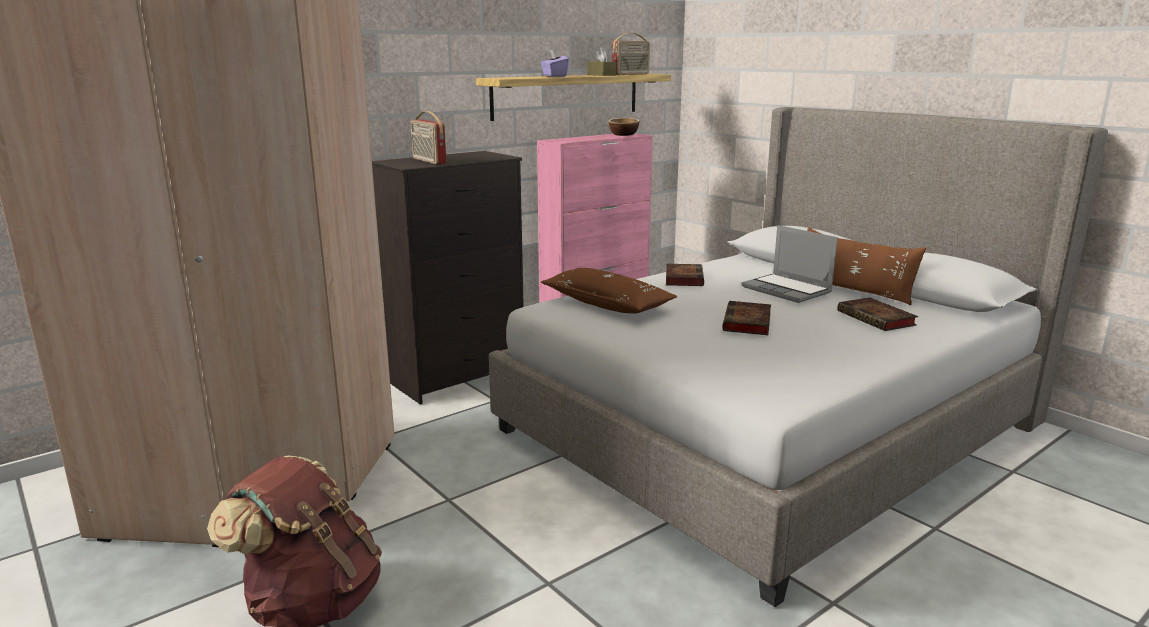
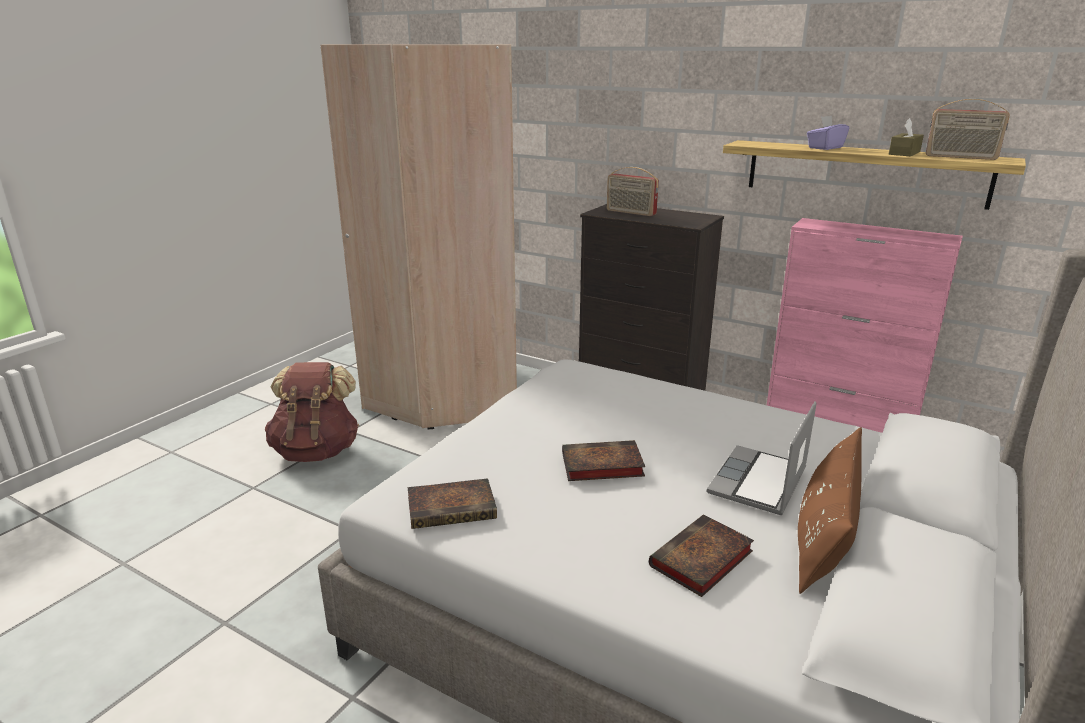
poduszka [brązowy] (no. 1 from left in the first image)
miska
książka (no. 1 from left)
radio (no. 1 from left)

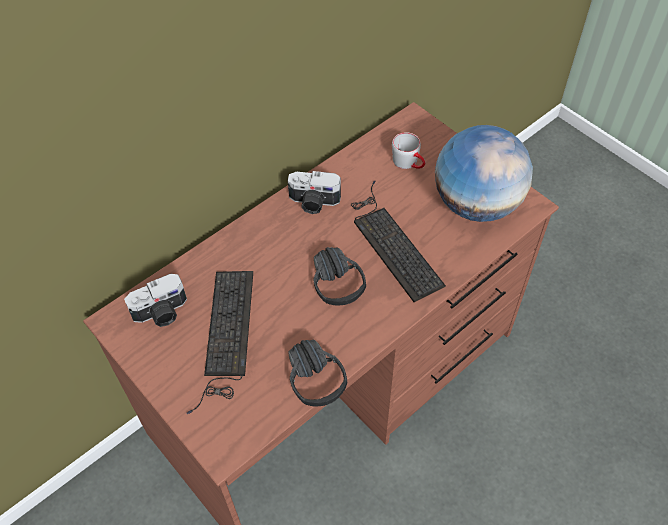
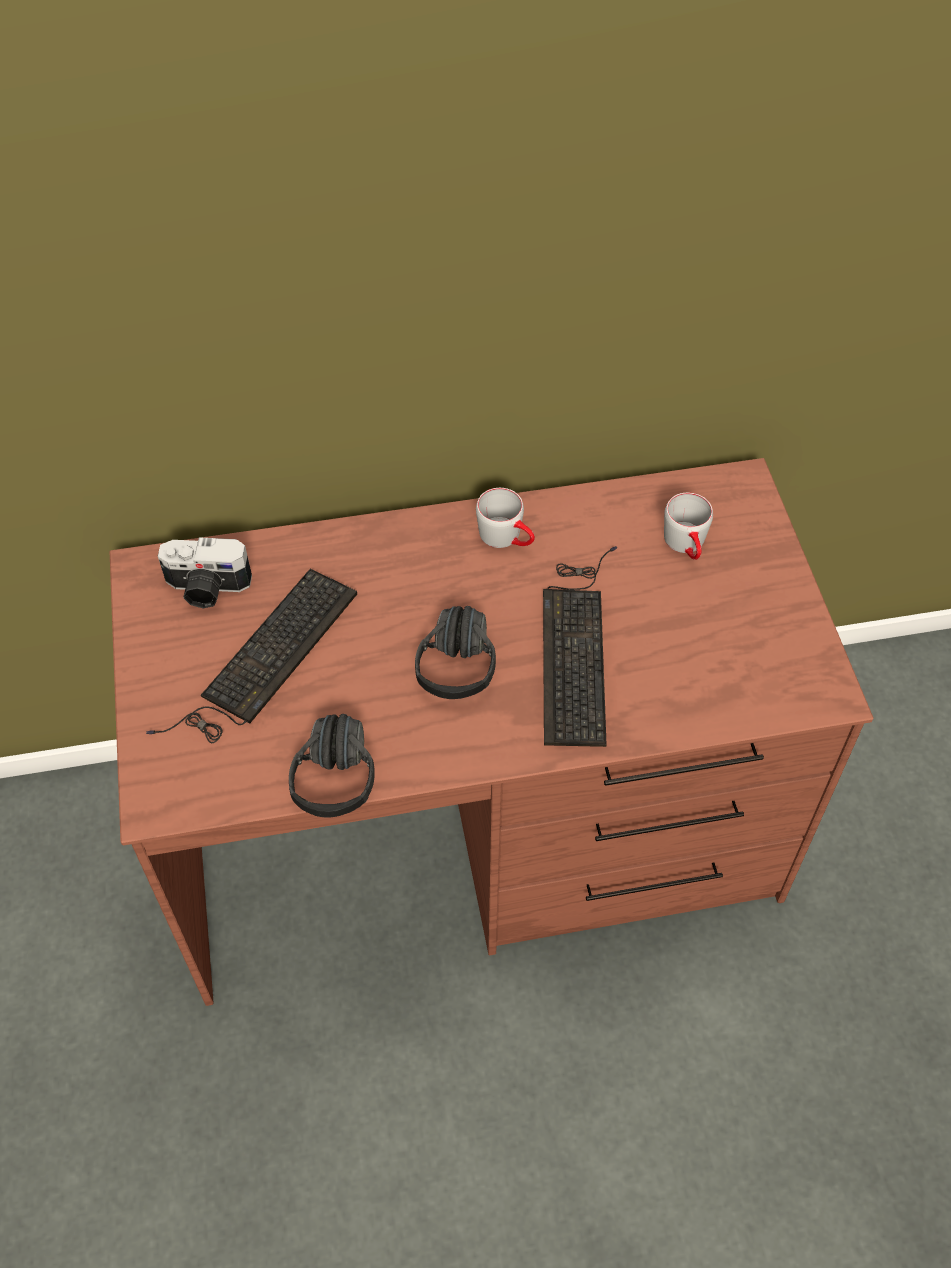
globus
kubek [szary] (no. 1 from left)

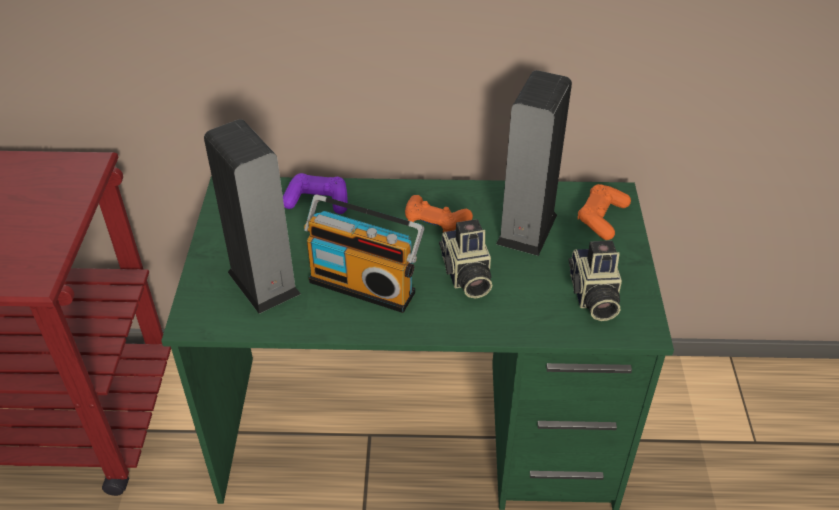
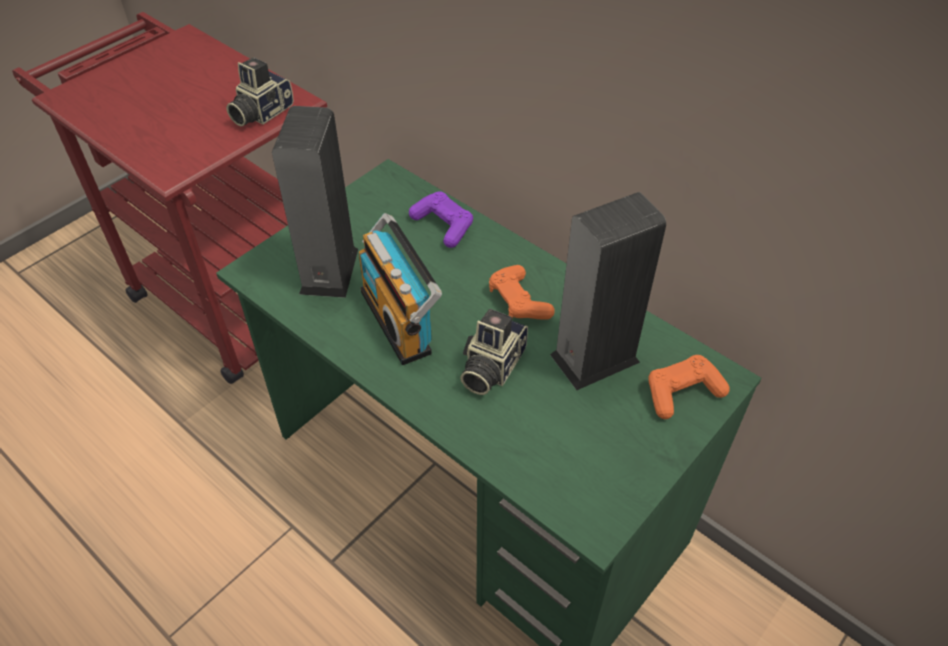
aparat fotograficzny (no. 1 from left)

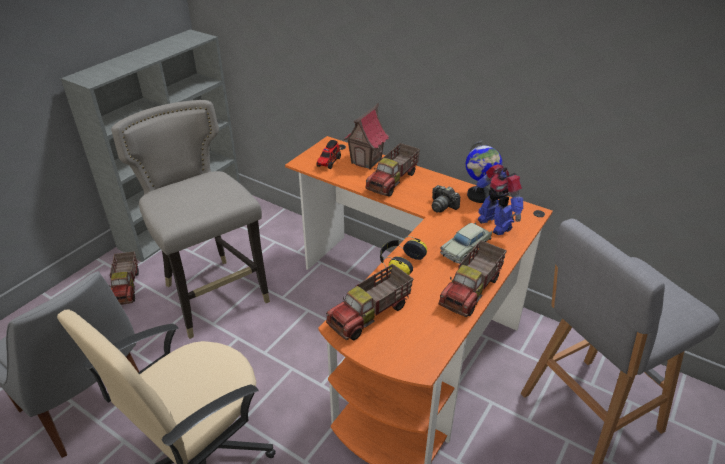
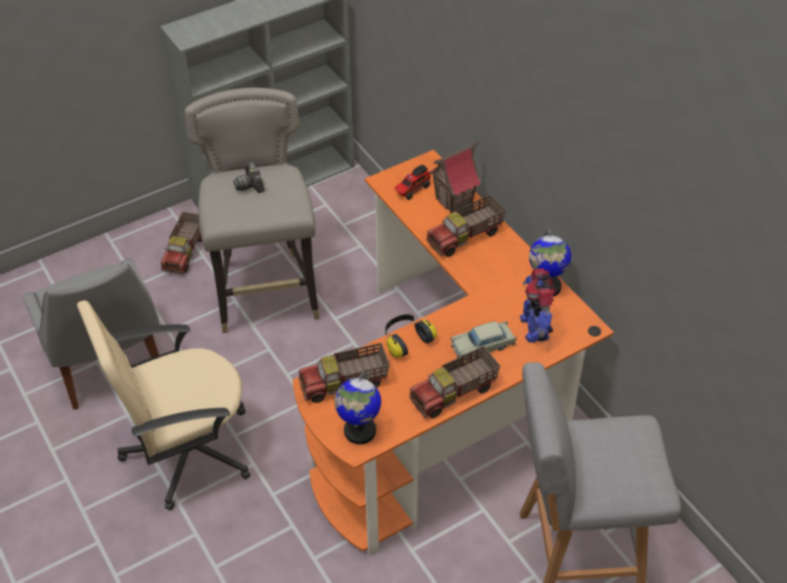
globus (no. 1 from left)
aparat fotograficzny

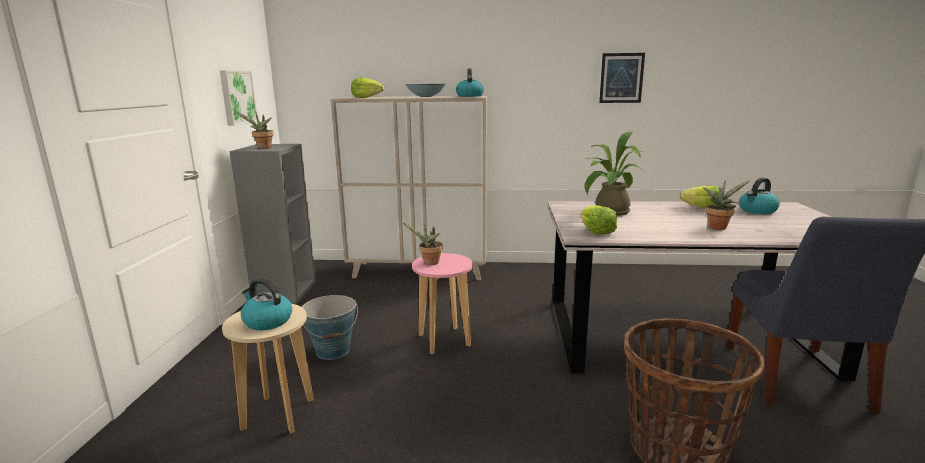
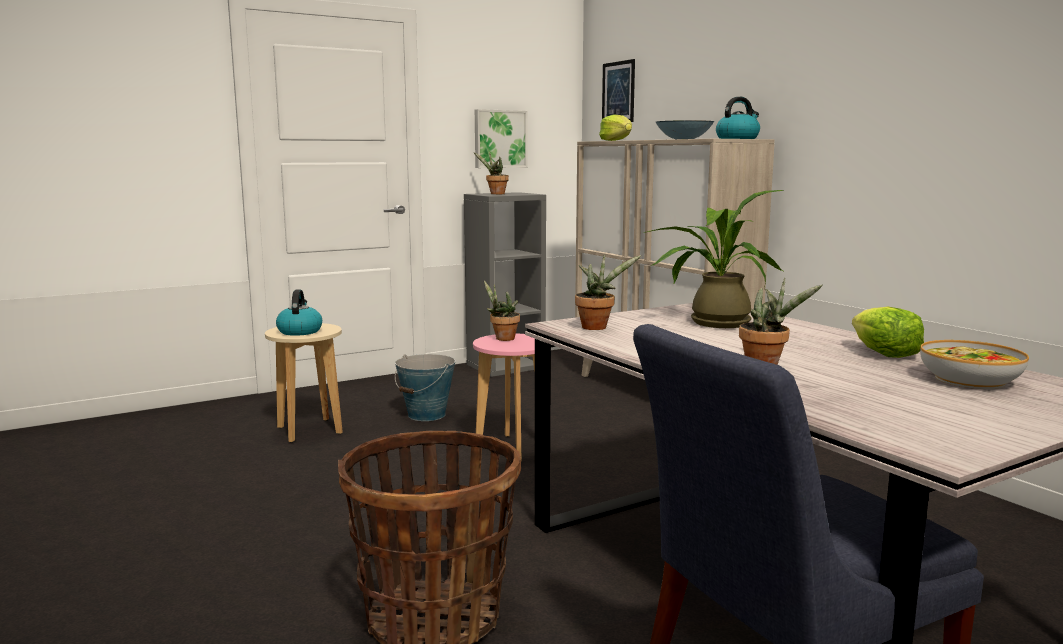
obraz (no. 2 from left)
roślina doniczkowa (no. 3 from left)
miska (no. 2 from left)

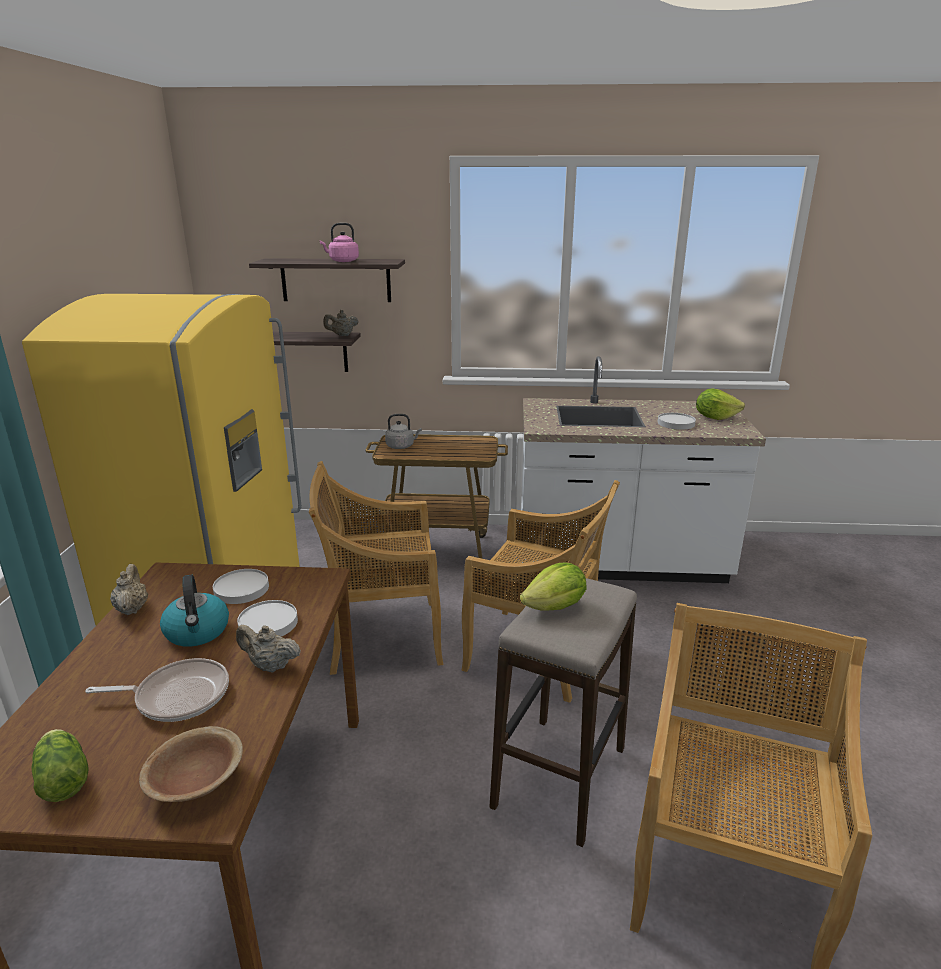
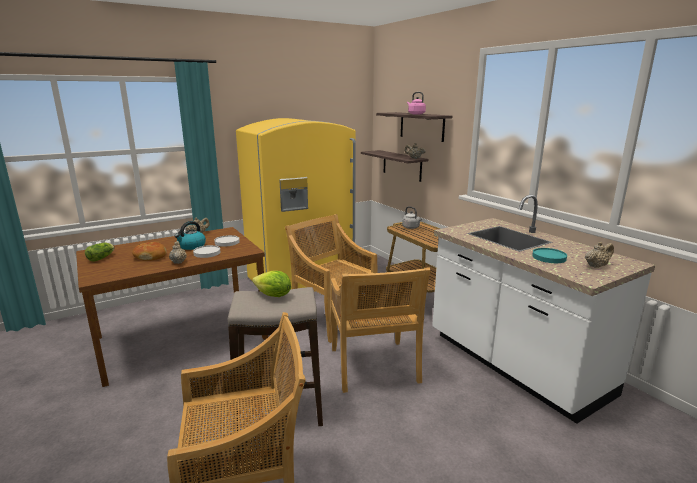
miska [brązowy]
chleb
imbryk [beżowy] (no. 4 from left)
talerz [turkusowy]

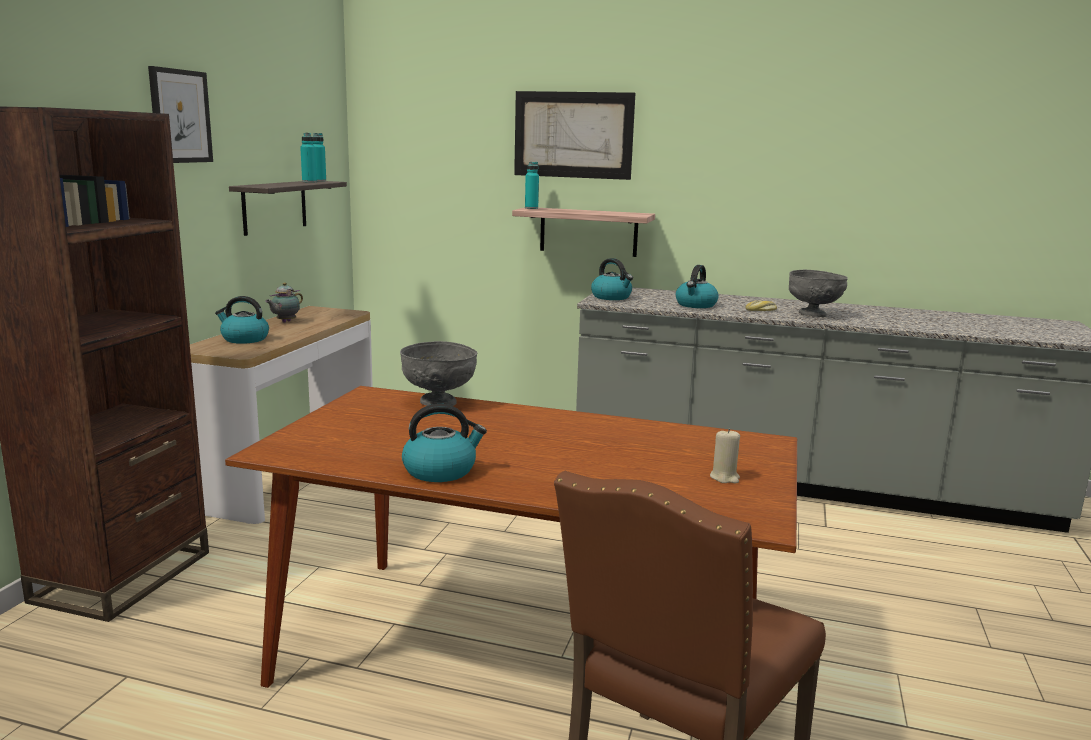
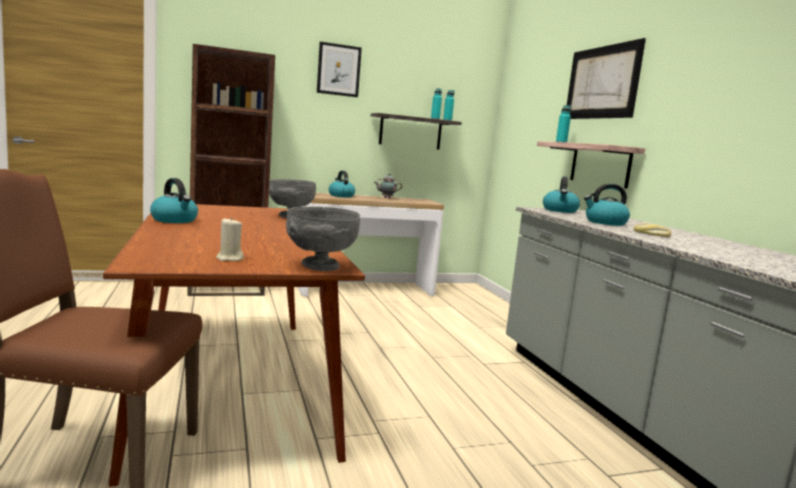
miska [szary] (no. 2 from left)

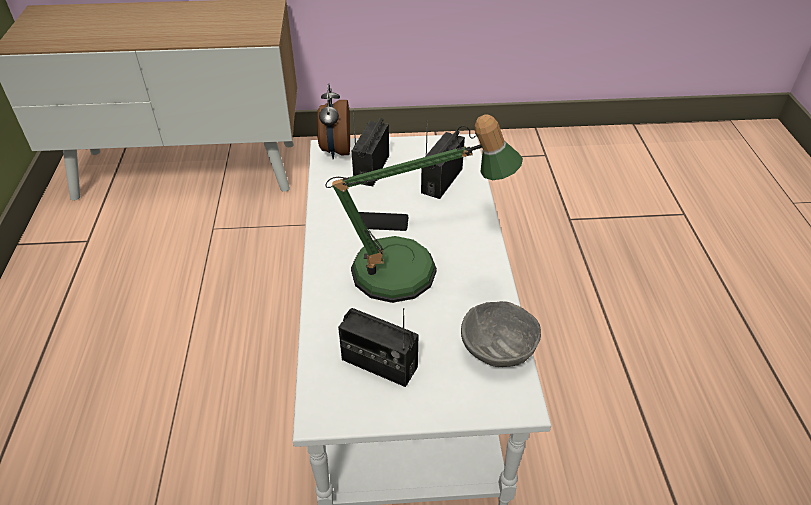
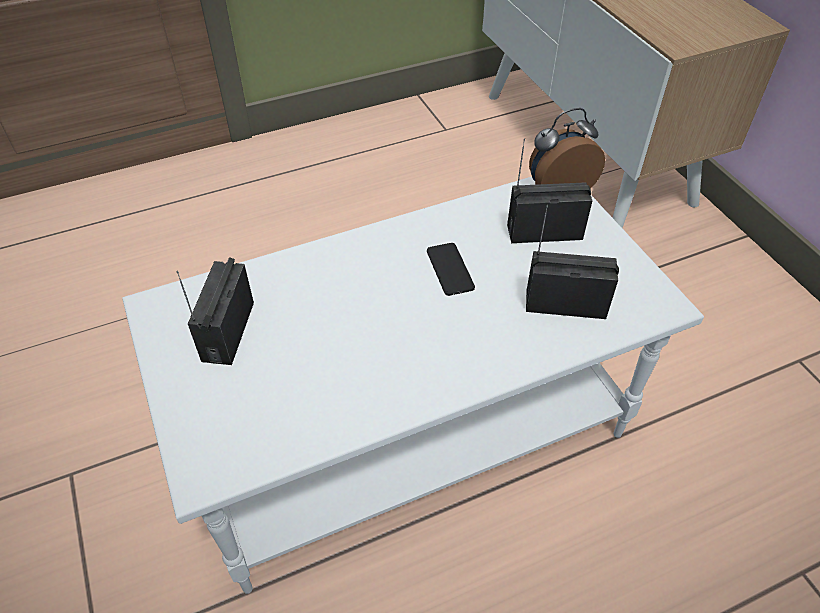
lampa stołowa
miska [szary]

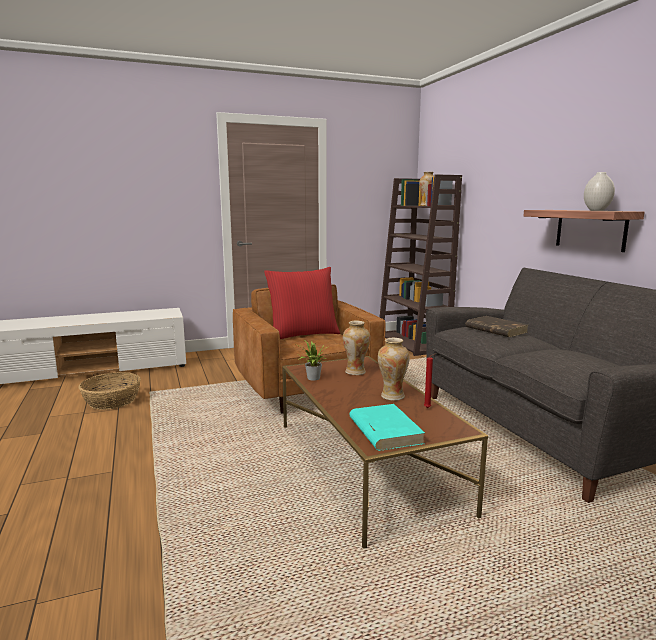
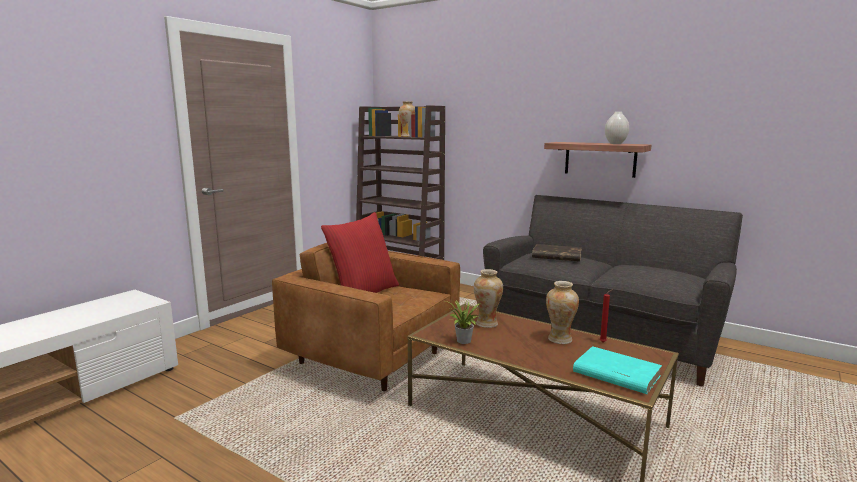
koszyk

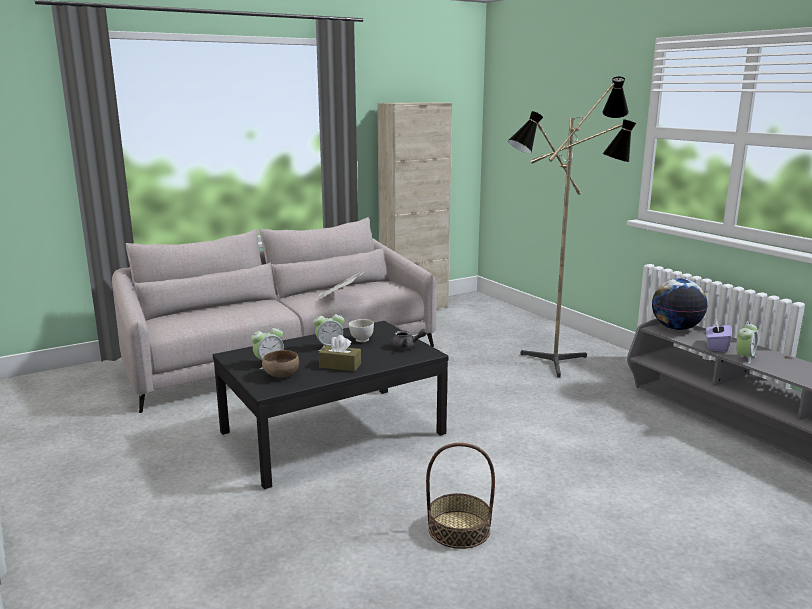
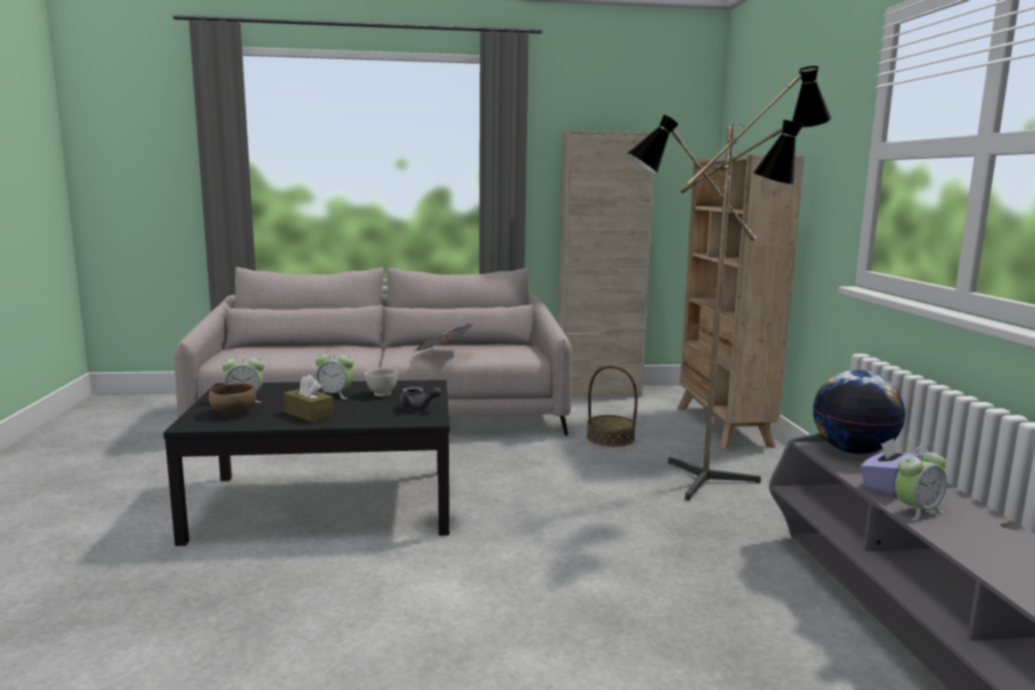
regał [beżowy]
koszyk

